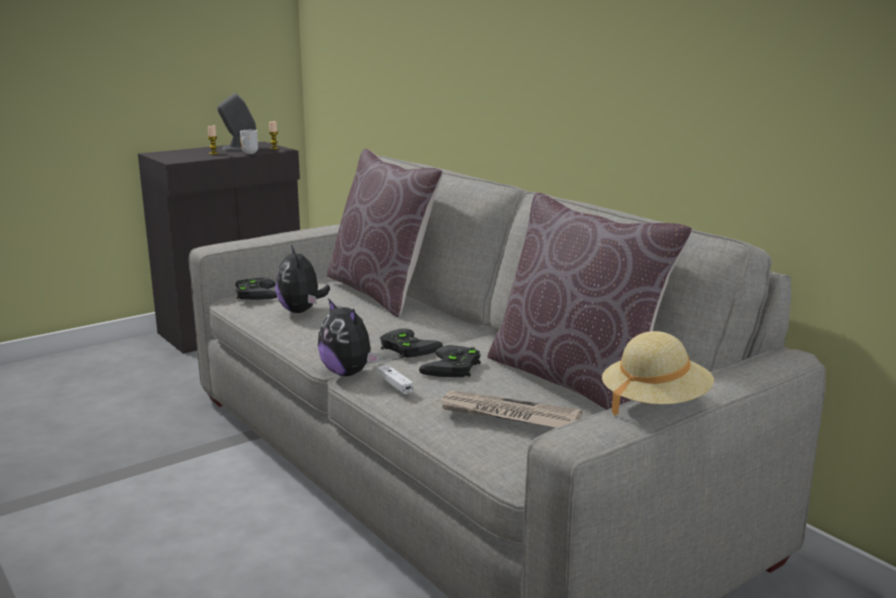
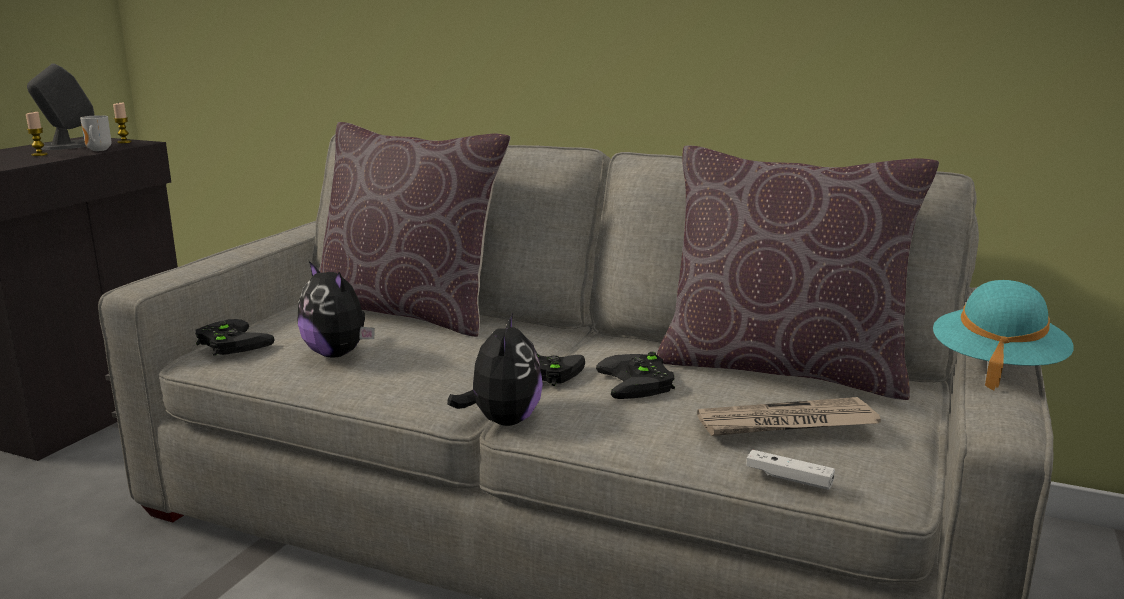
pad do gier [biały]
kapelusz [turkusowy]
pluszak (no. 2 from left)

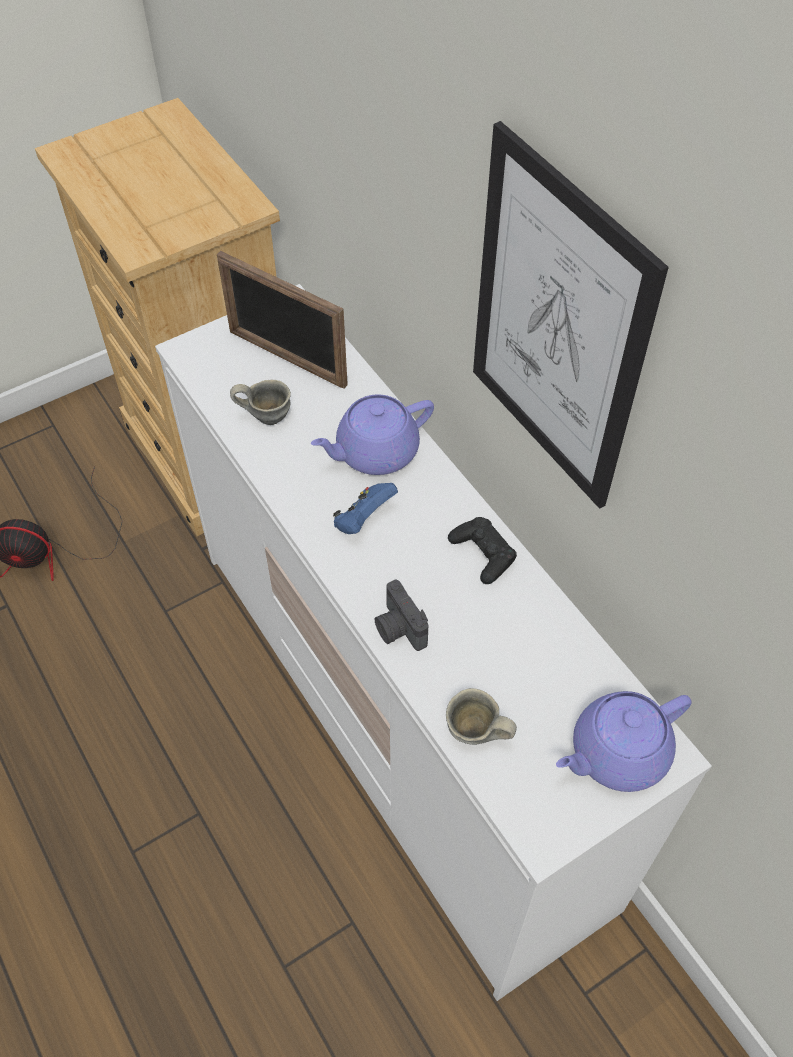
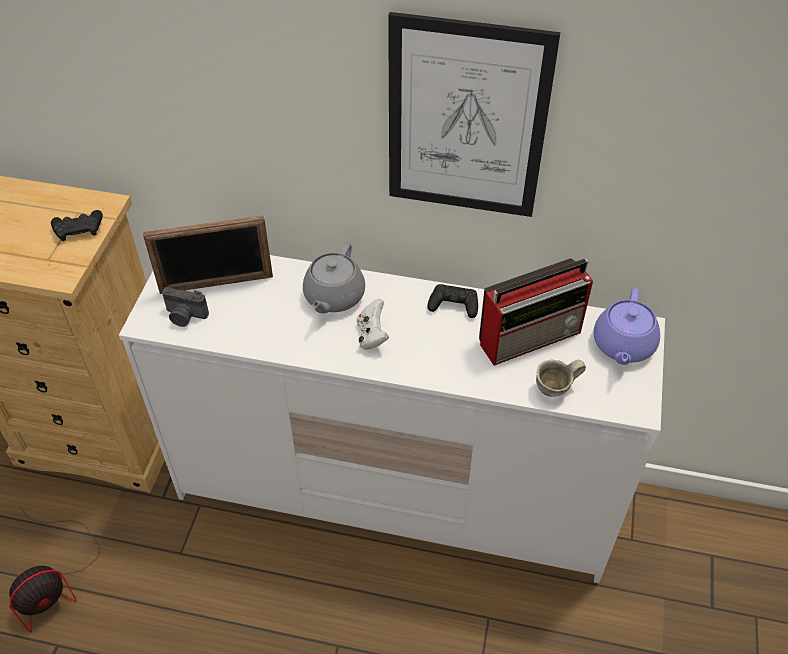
kubek [szary] (no. 1 from left in the first image)
pad do gier [czarny] (no. 1 from left)
radio
aparat fotograficzny
imbryk [szary]
pad do gier [biały]

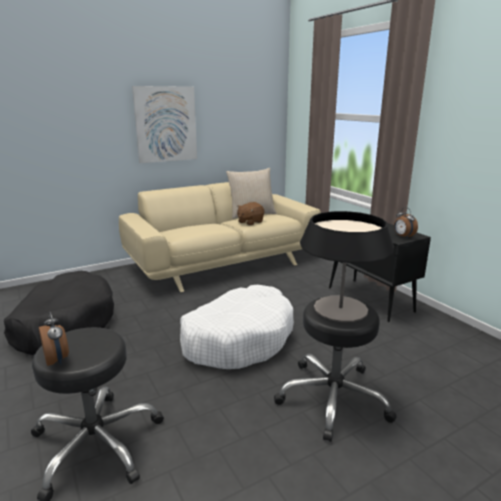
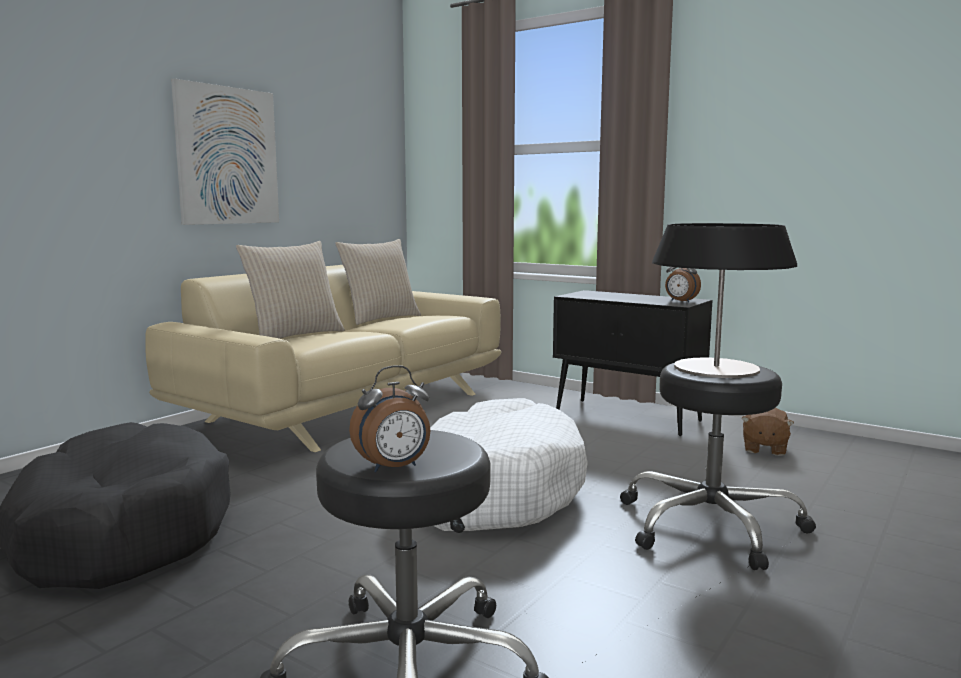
poduszka [beżowy] (no. 1 from left)
pluszak [brązowy]
budzik (no. 1 from left)

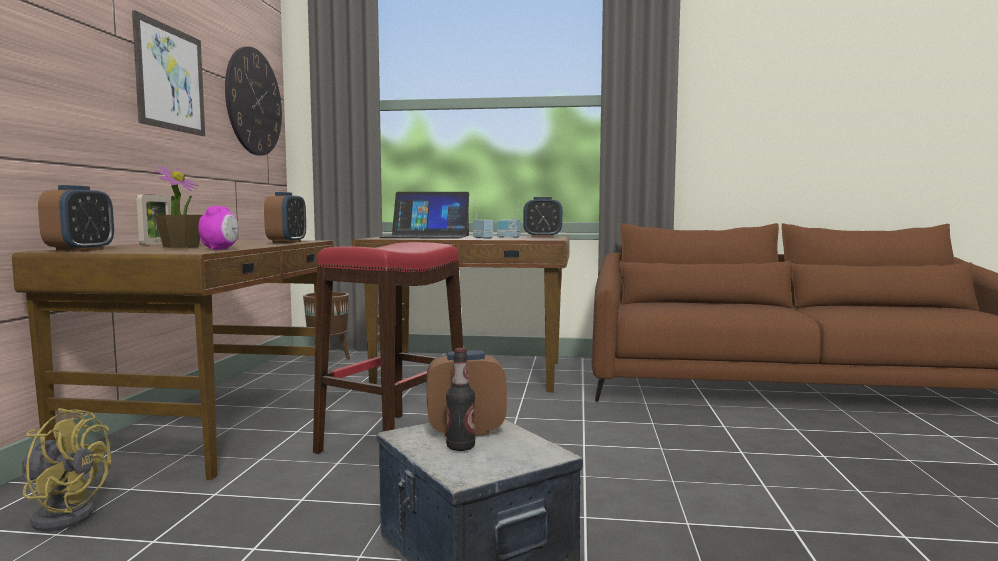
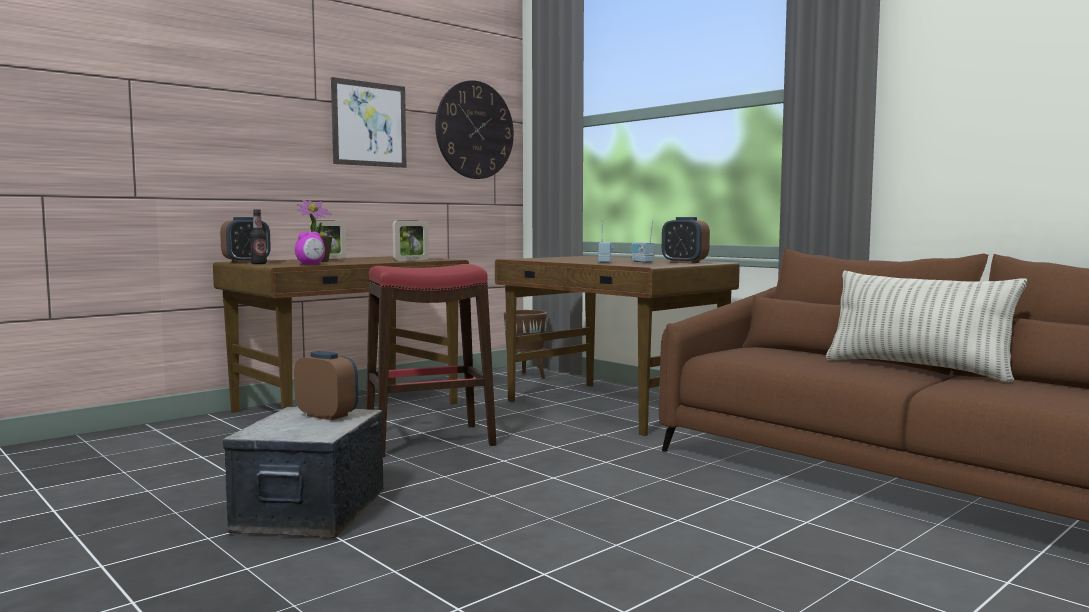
wentylator [żółty]
laptop
poduszka
butelka
ramka na zdjęcie (no. 2 from left)

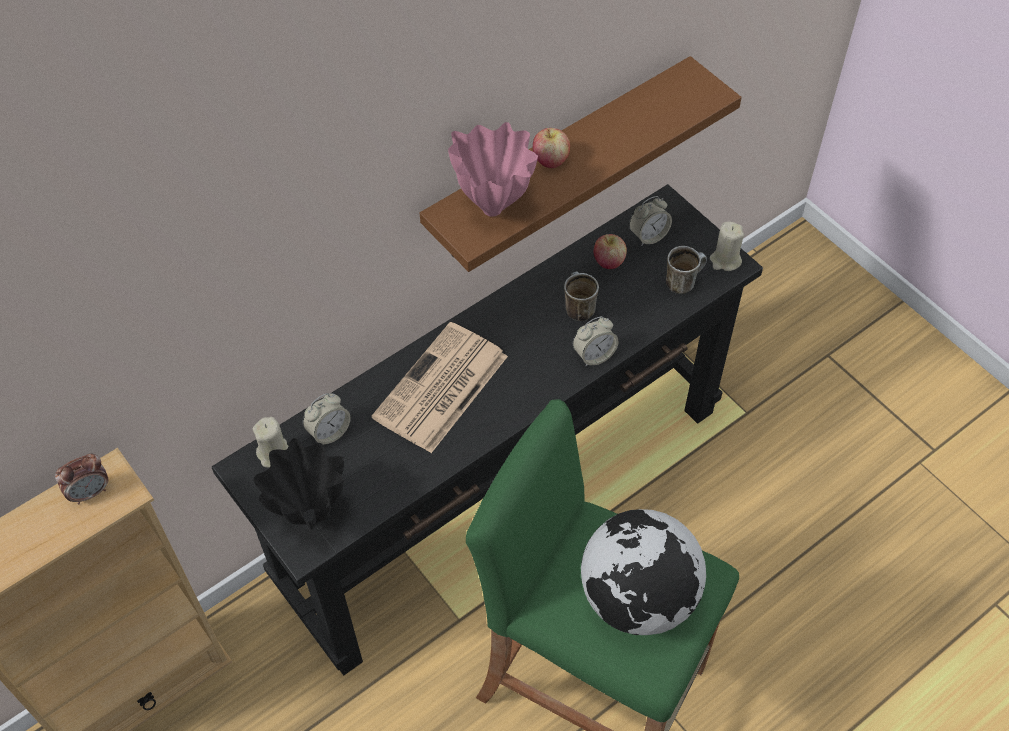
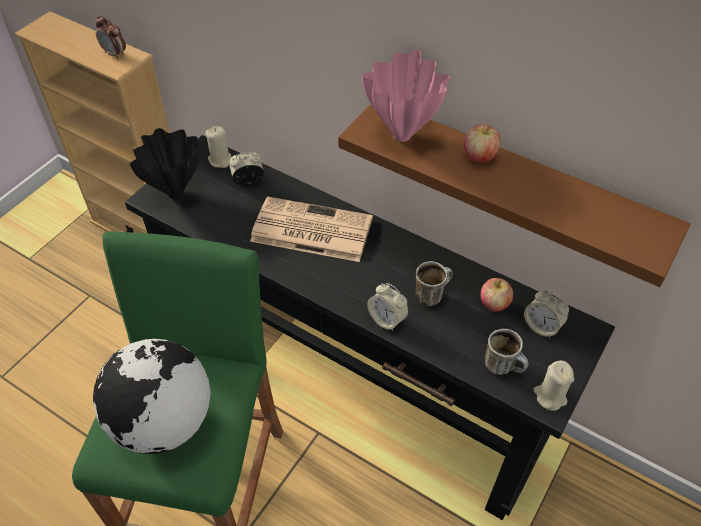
budzik (no. 2 from left)

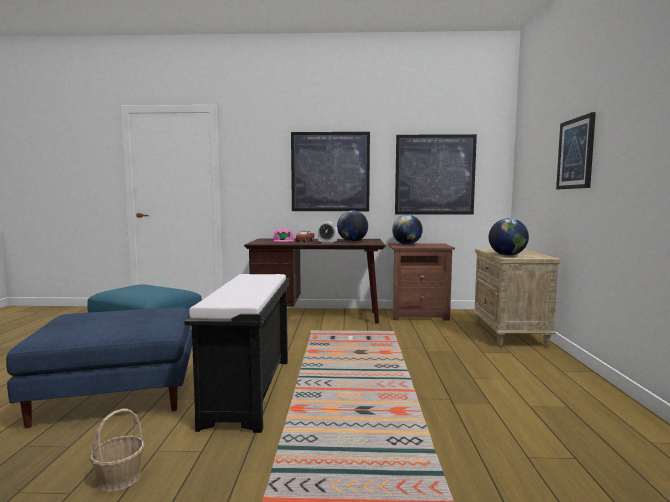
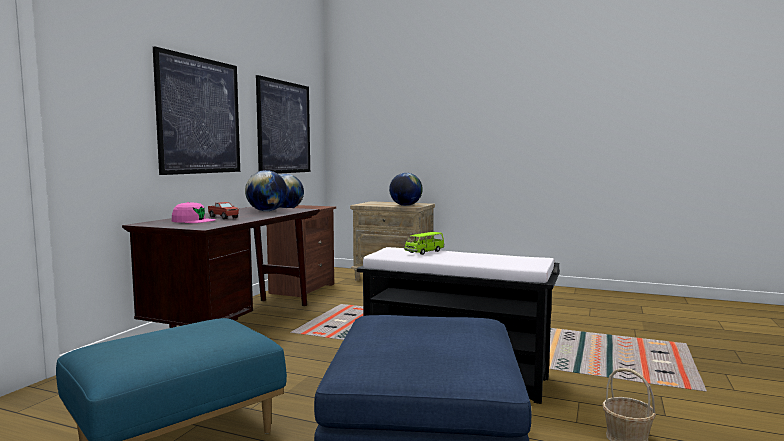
budzik
obraz (no. 3 from left in the first image)
samochodzik [zielony]

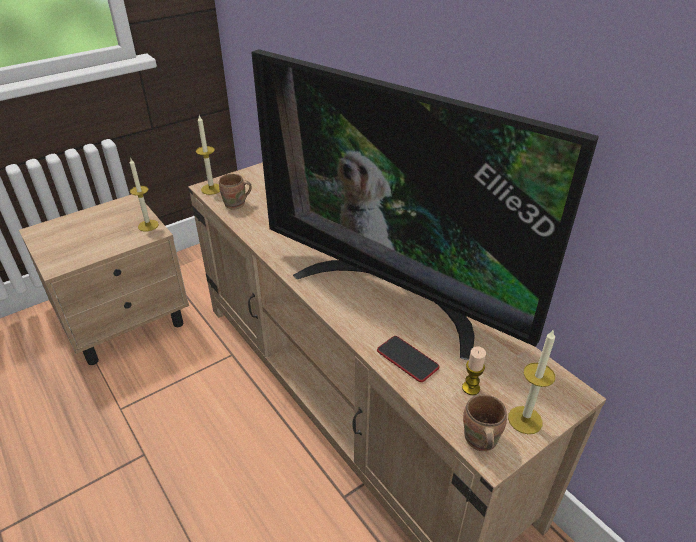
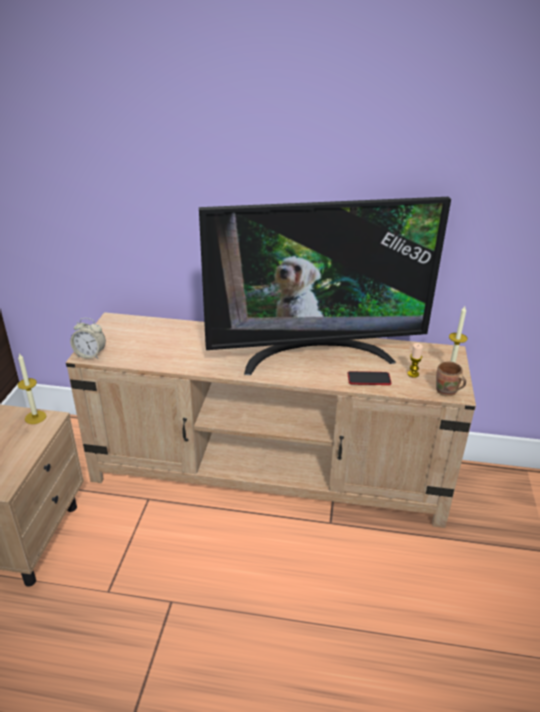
kubek [brązowy] (no. 1 from left in the first image)
budzik

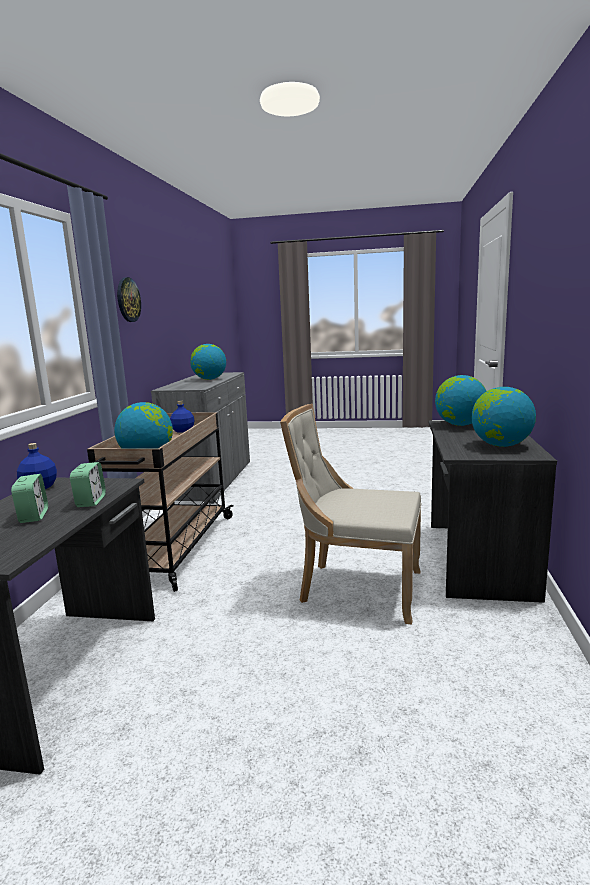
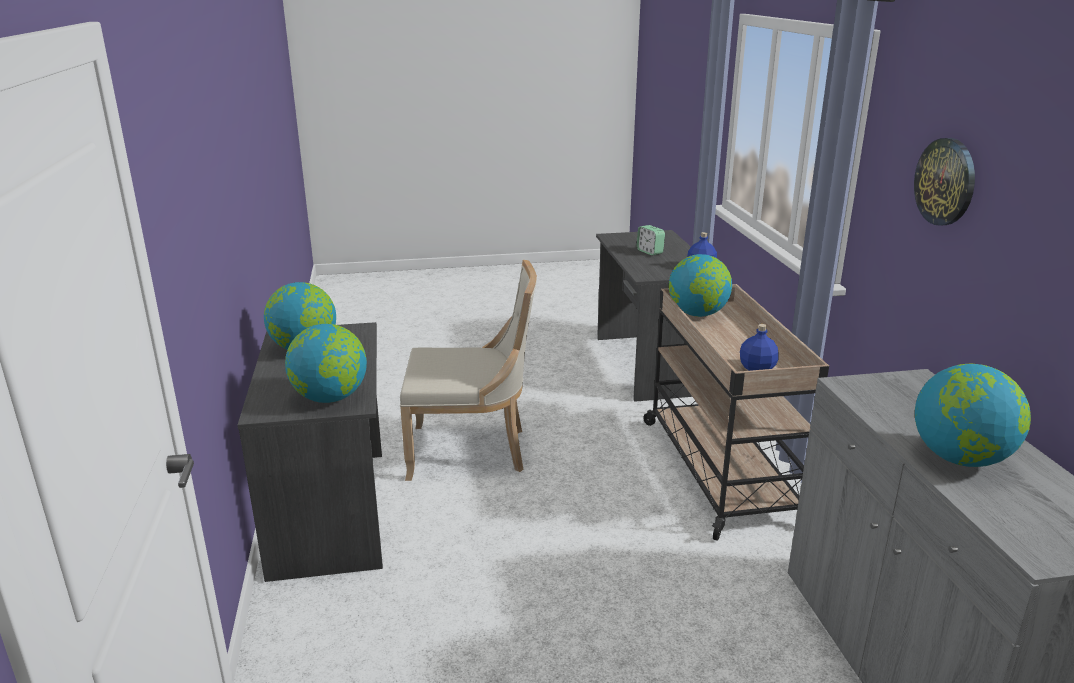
budzik (no. 2 from left in the first image)

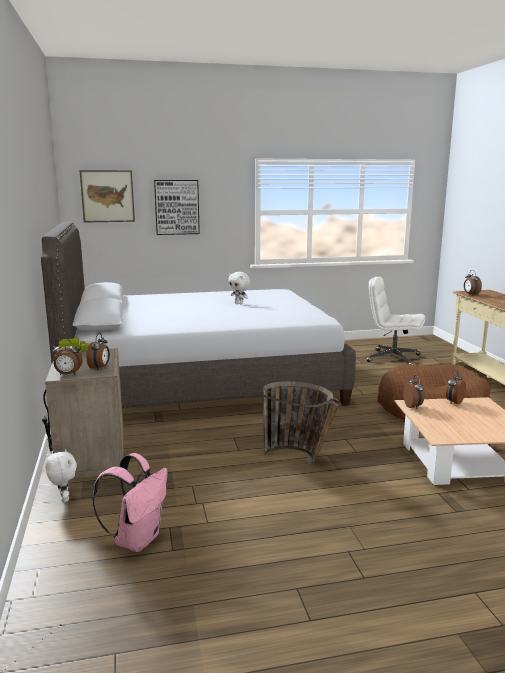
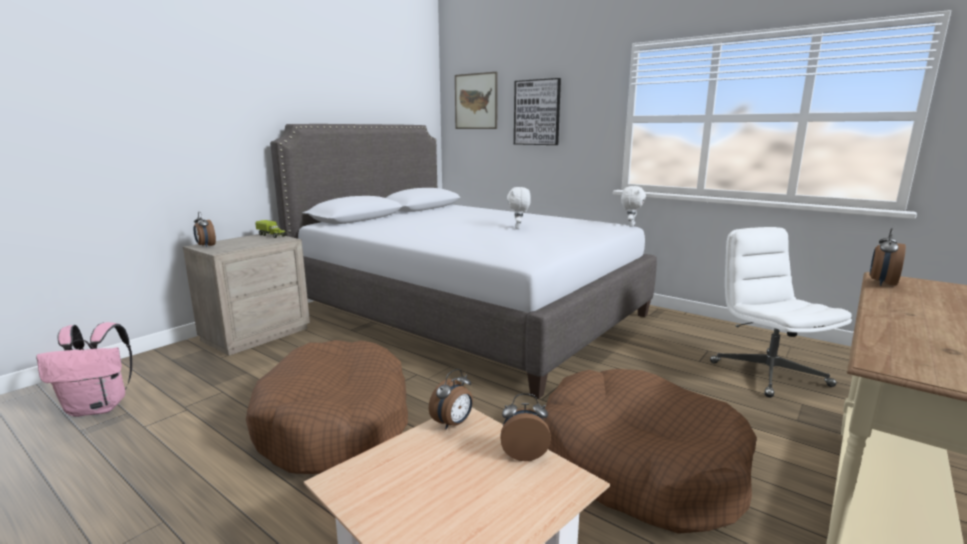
budzik (no. 2 from left in the first image)
pluszak [biały] (no. 2 from left)
legowisko [brązowy] (no. 1 from left)

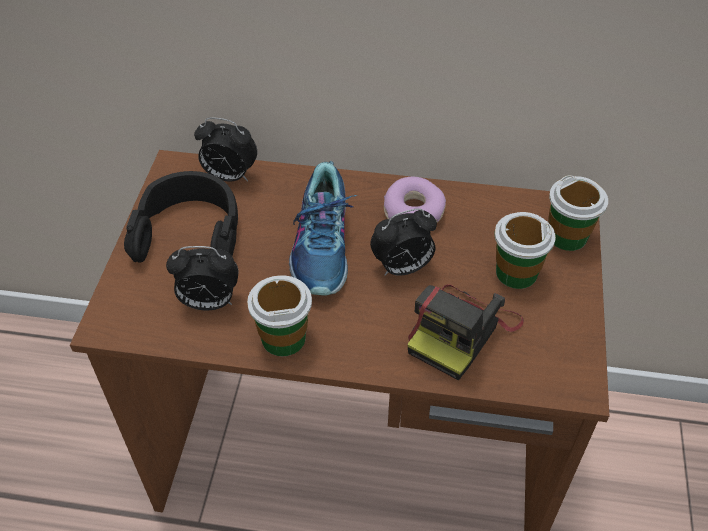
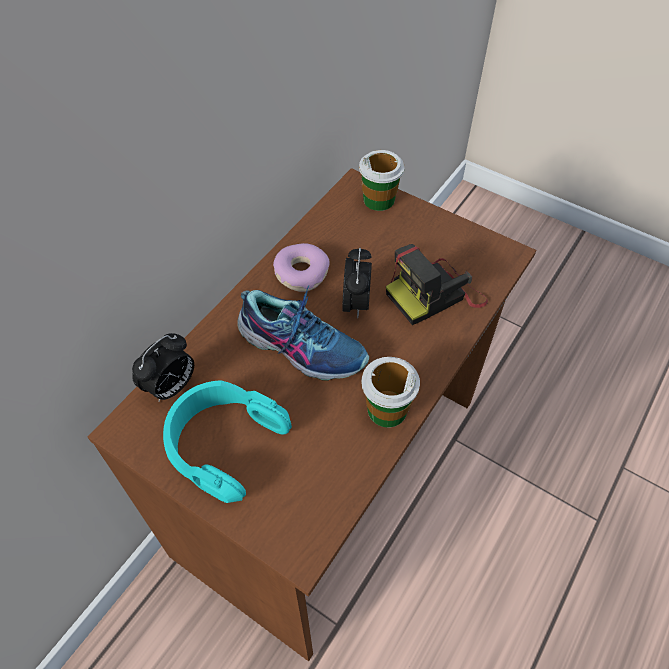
budzik (no. 1 from left in the first image)
filiżanka (no. 2 from left in the first image)
słuchawki [turkusowy]
aparat fotograficzny

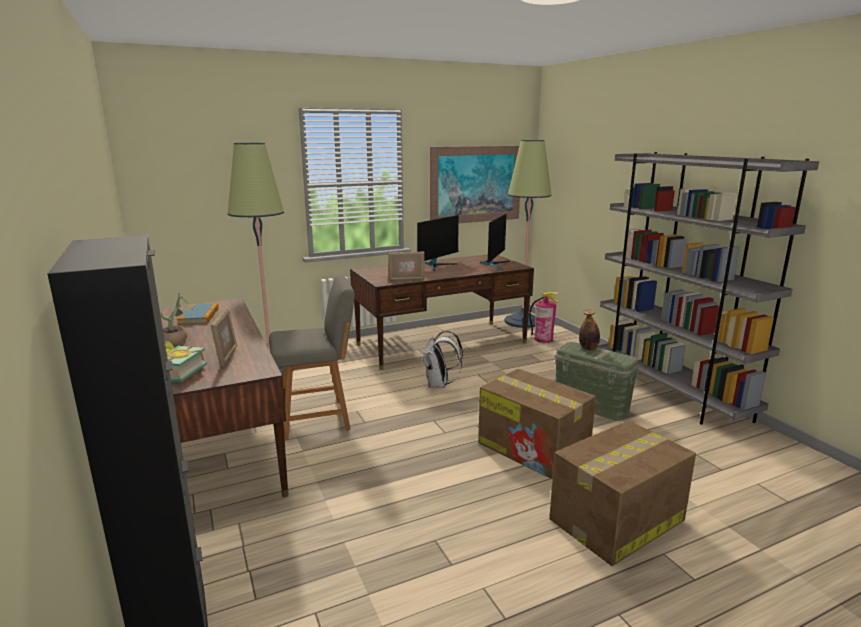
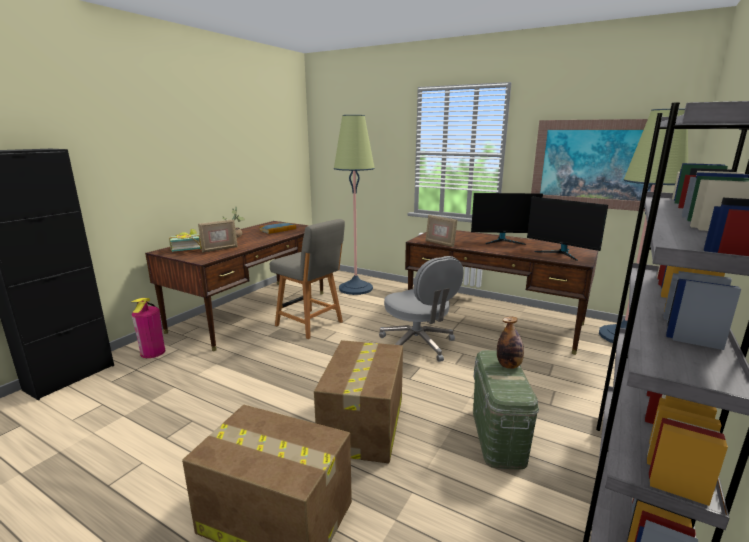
gaśnica
krzesło biurowe [szary]
monitor (no. 2 from left)

